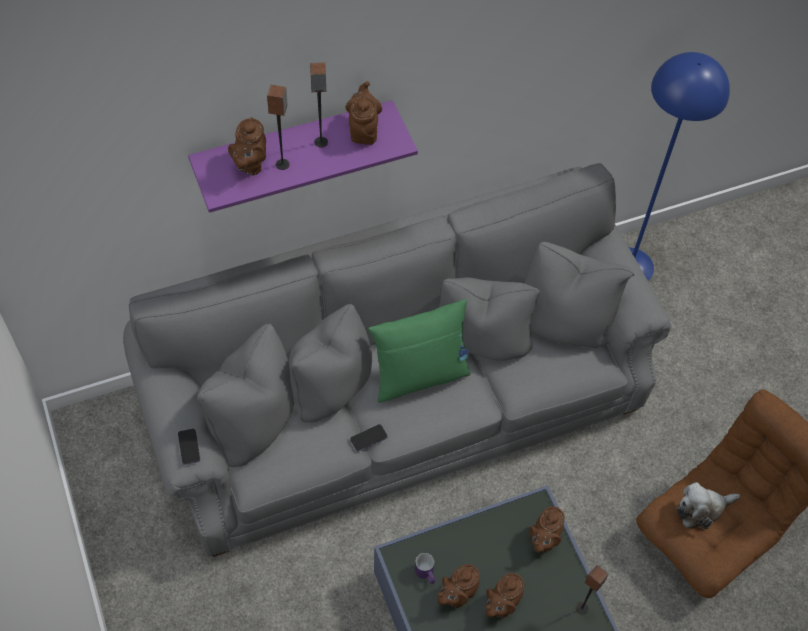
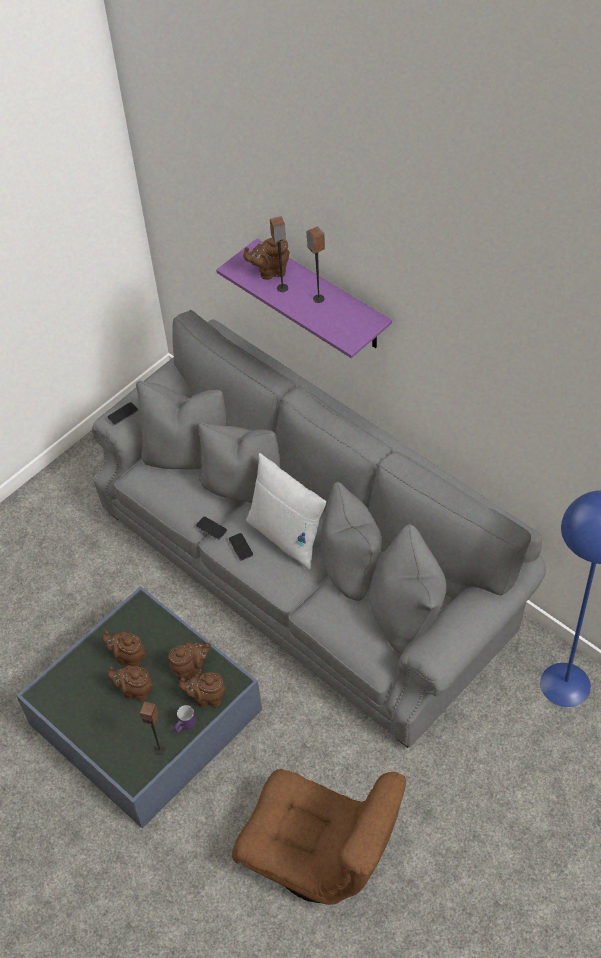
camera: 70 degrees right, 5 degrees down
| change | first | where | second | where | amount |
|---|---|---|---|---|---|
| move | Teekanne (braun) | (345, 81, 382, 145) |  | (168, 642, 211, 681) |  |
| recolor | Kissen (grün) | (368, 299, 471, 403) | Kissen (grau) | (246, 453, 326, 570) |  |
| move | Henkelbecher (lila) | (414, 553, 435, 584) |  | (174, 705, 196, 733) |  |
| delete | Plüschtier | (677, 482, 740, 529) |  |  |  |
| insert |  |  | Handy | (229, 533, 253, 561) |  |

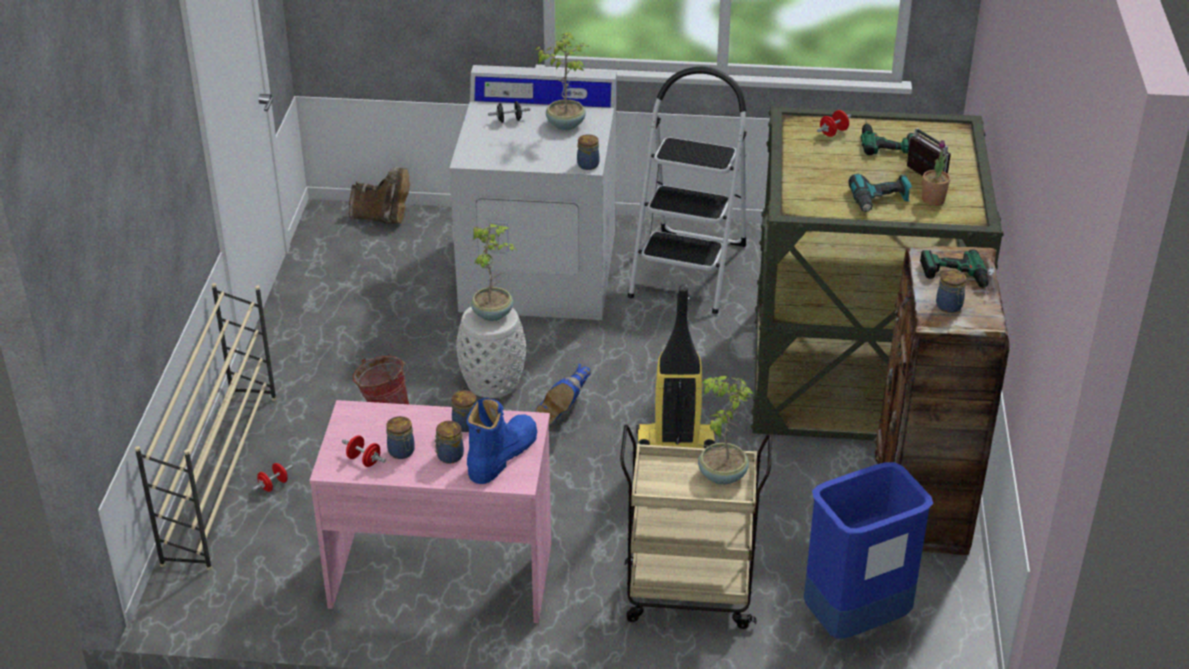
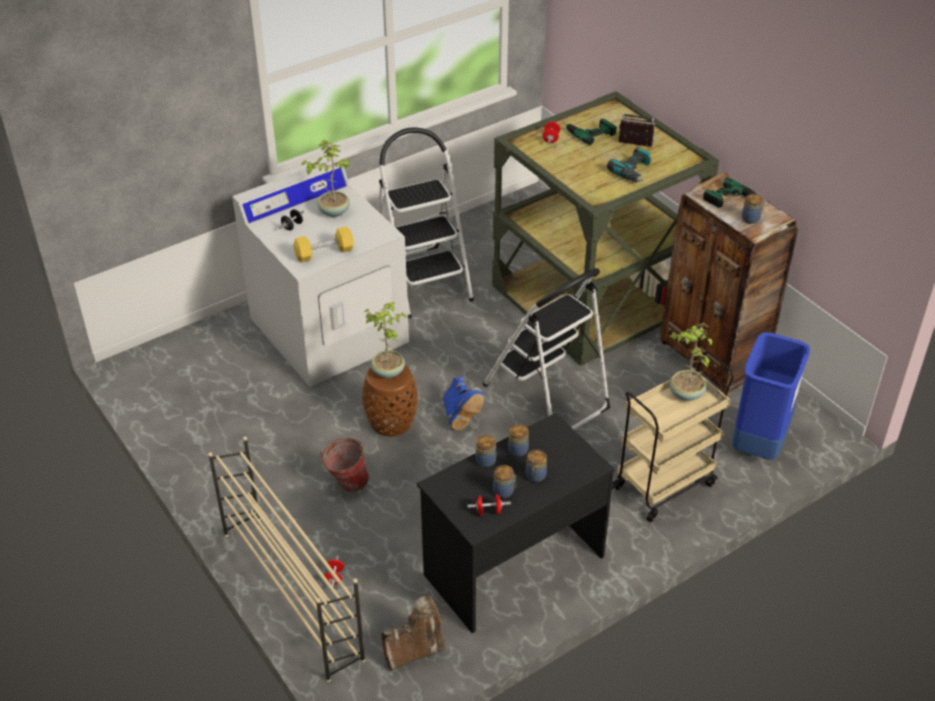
camera: 40 degrees left, 5 degrees up
| change | first | where | second | where | amount |
|---|---|---|---|---|---|
| recolor | Schreibtisch (rosa) | (309, 400, 551, 623) | Schreibtisch (schwarz) | (417, 413, 615, 633) |  |
| move | Stiefel (braun) | (349, 167, 410, 224) |  | (382, 594, 445, 671) |  |
| recolor | Hocker (weiß) | (456, 307, 526, 398) | Hocker (braun) | (362, 365, 418, 436) |  |
| delete | Stiefel (blau) | (467, 397, 537, 484) |  |  |  |
| move | Vorratsglas | (577, 134, 599, 170) |  | (475, 434, 497, 467) |  |
| replace | Staubsauger | (636, 285, 715, 448) | Trittleiter | (483, 268, 610, 430) |  |
| delete | Topfpflanze | (922, 140, 950, 206) |  |  |  |
| insert |  |  | Hantel (gelb) | (294, 226, 354, 263) |  |

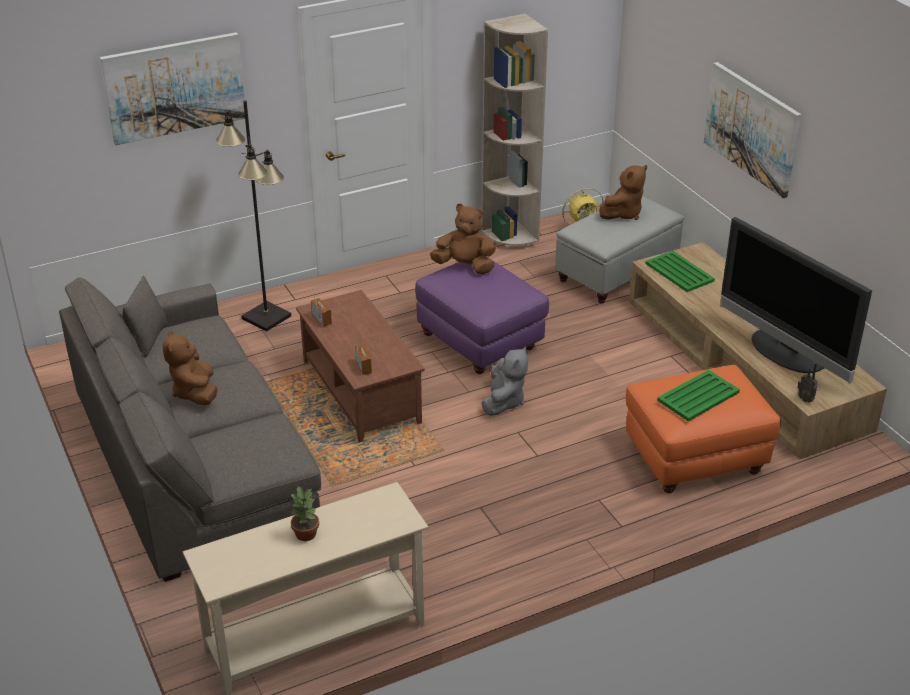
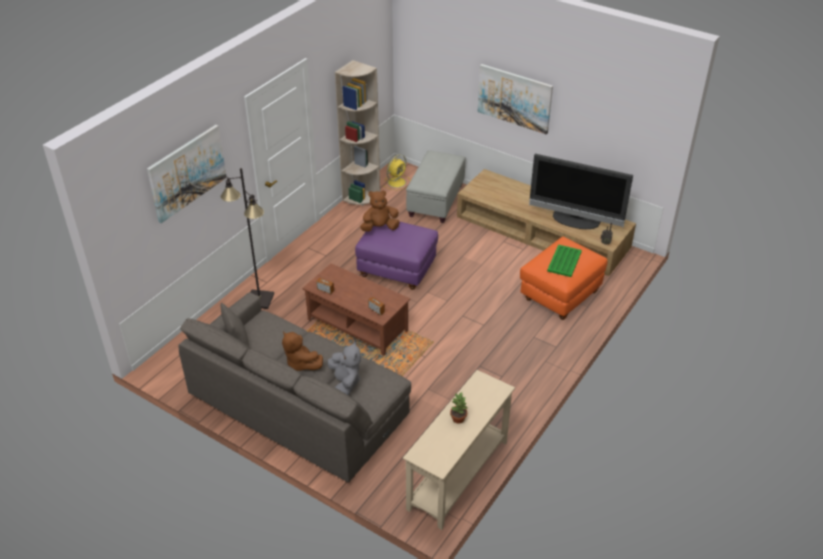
camera: 30 degrees left, 5 degrees up
| change | first | where | second | where | amount |
|---|---|---|---|---|---|
| move | Plüschtier (grau) | (481, 346, 528, 416) |  | (327, 341, 361, 395) |  |
| delete | Plüschtier (braun) | (599, 165, 647, 220) |  |  |  |
| delete | Tablett (grün) | (645, 251, 715, 292) |  |  |  |

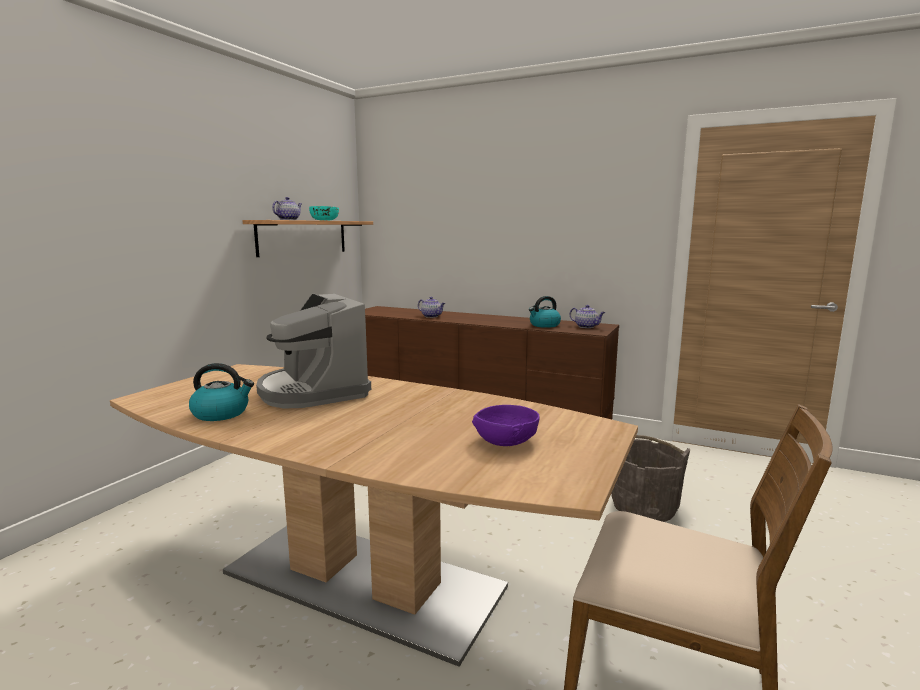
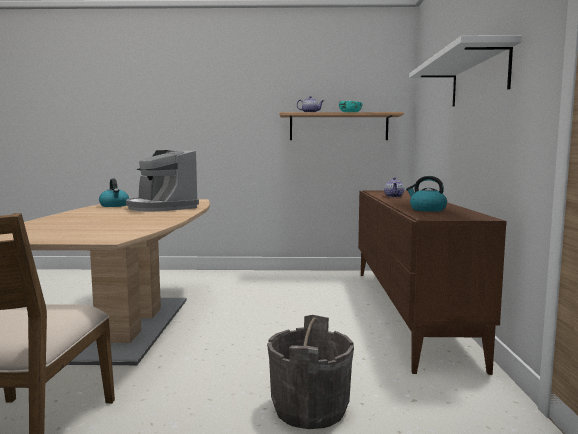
camera: 65 degrees right, 5 degrees down
| change | first | where | second | where | amount |
|---|---|---|---|---|---|
| rotate | Kaffeemaschine | (256, 294, 371, 409) |  | (126, 150, 199, 212) | 75 degrees counterclockwise |
| delete | Schüssel (lila) | (472, 405, 540, 446) |  |  |  |
| delete | Teekanne | (570, 305, 605, 328) |  |  |  |
| insert |  |  | Wandregal (weiß) | (409, 35, 522, 107) |  |

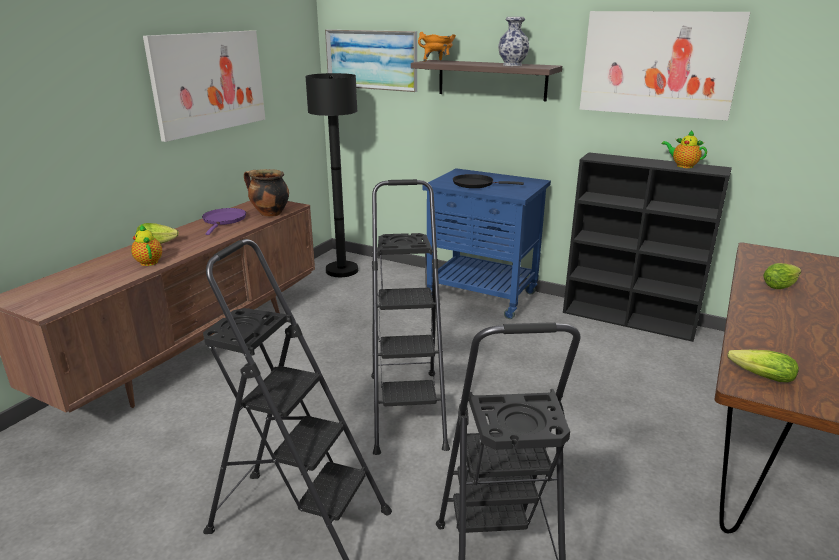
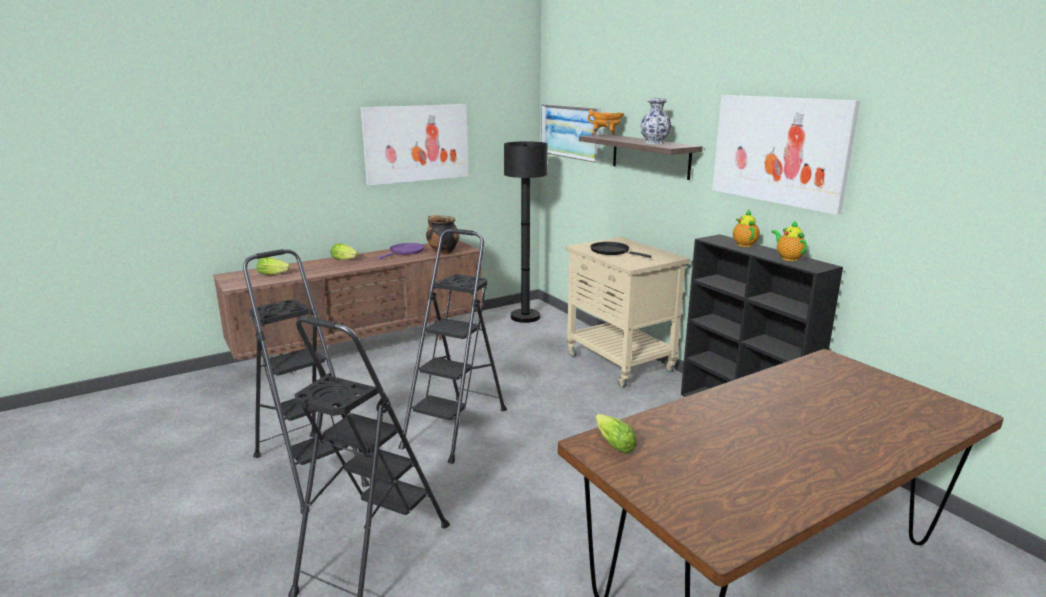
camera: 30 degrees right, 5 degrees down
| change | first | where | second | where | amount |
|---|---|---|---|---|---|
| move | Teekanne | (131, 225, 162, 266) |  | (733, 210, 760, 247) |  |
| recolor | Rollwagen (blau) | (422, 168, 551, 319) | Rollwagen (beige) | (565, 237, 690, 387) |  |
| move | Salatkopf | (763, 263, 801, 289) |  | (257, 257, 290, 275) |  |

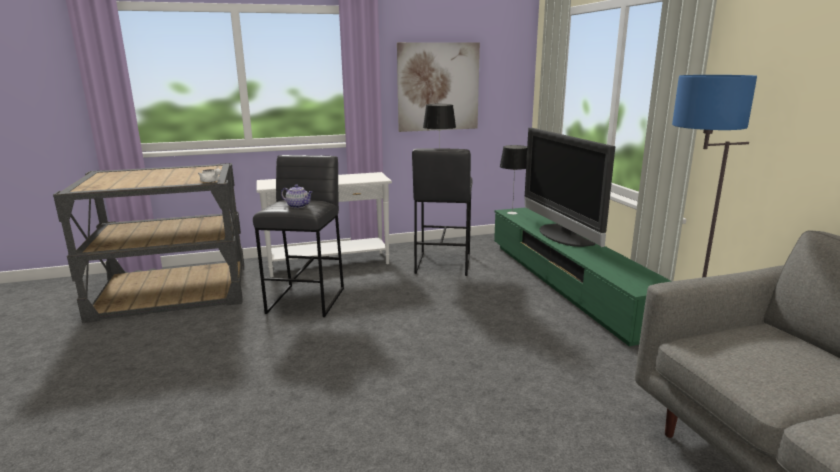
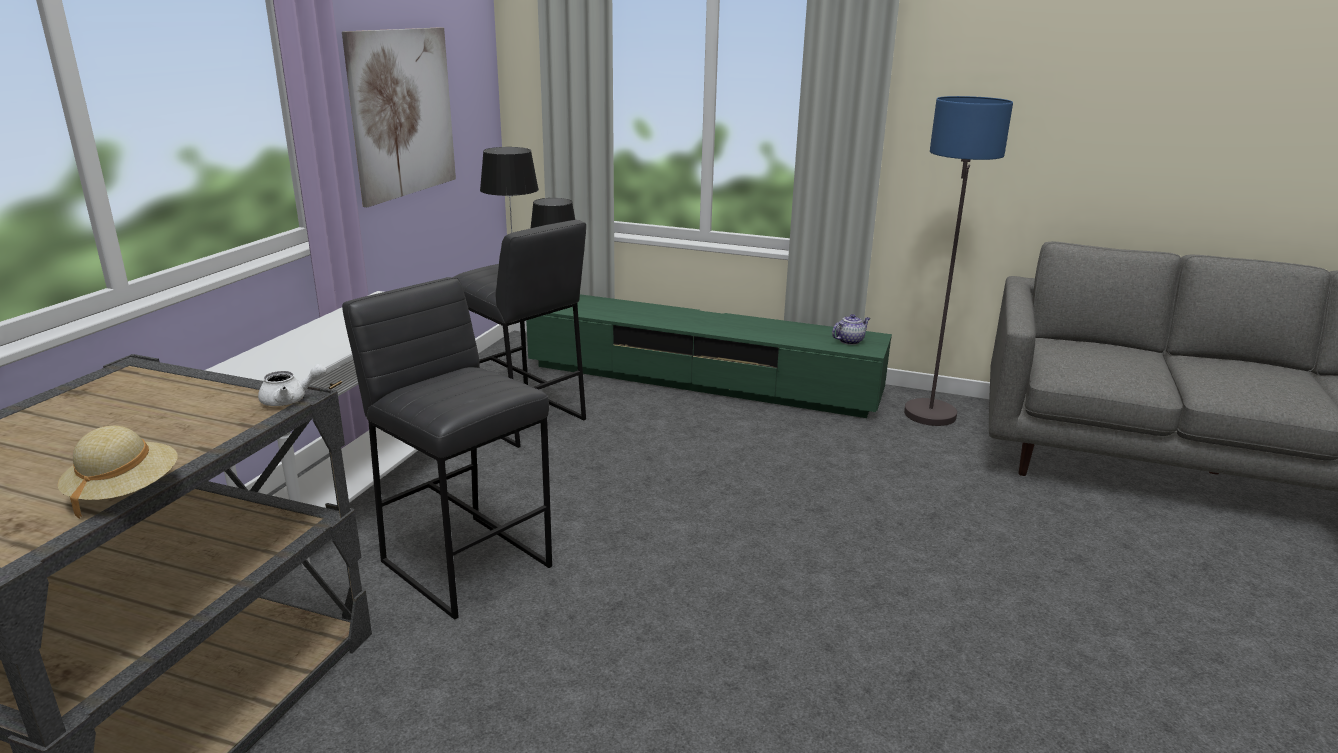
camera: 55 degrees left, 5 degrees up
| change | first | where | second | where | amount |
|---|---|---|---|---|---|
| move | Teekanne | (281, 184, 313, 208) |  | (832, 314, 870, 345) |  |
| delete | Fernseher | (525, 128, 615, 247) |  |  |  |
| insert |  |  | Hut (beige) | (57, 426, 178, 519) |  |

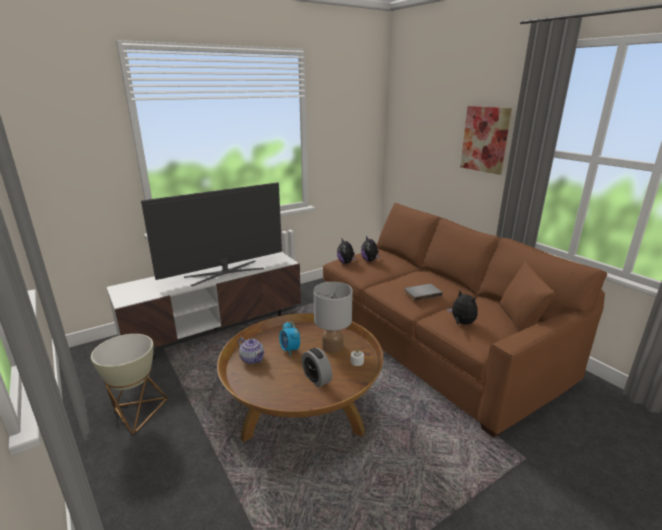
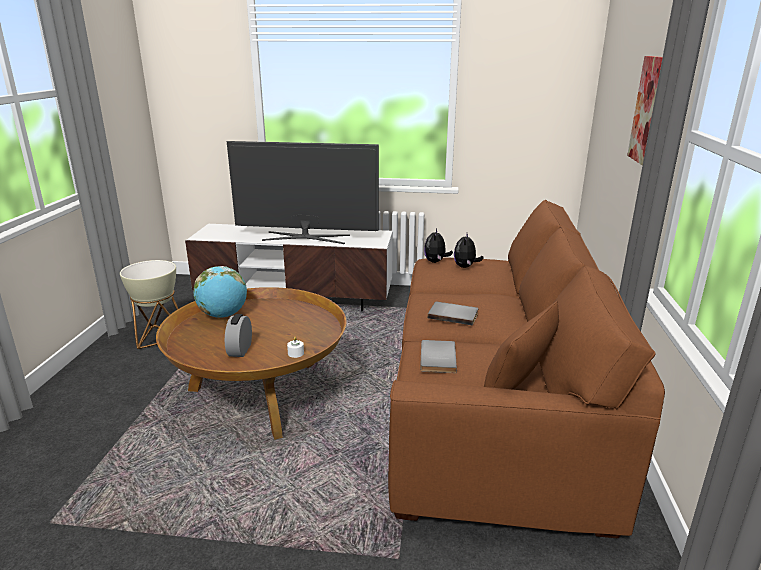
camera: 40 degrees right, 0 degrees up
| change | first | where | second | where | amount |
|---|---|---|---|---|---|
| replace | Teekanne | (238, 337, 265, 364) | Globus | (193, 266, 247, 318) |  |
| delete | Wecker | (279, 322, 300, 356) |  |  |  |
| delete | Tischlampe (grau) | (314, 282, 353, 353) |  |  |  |
| replace | Plüschtier | (447, 291, 478, 325) | Buch (grau) | (420, 340, 457, 373) |  |

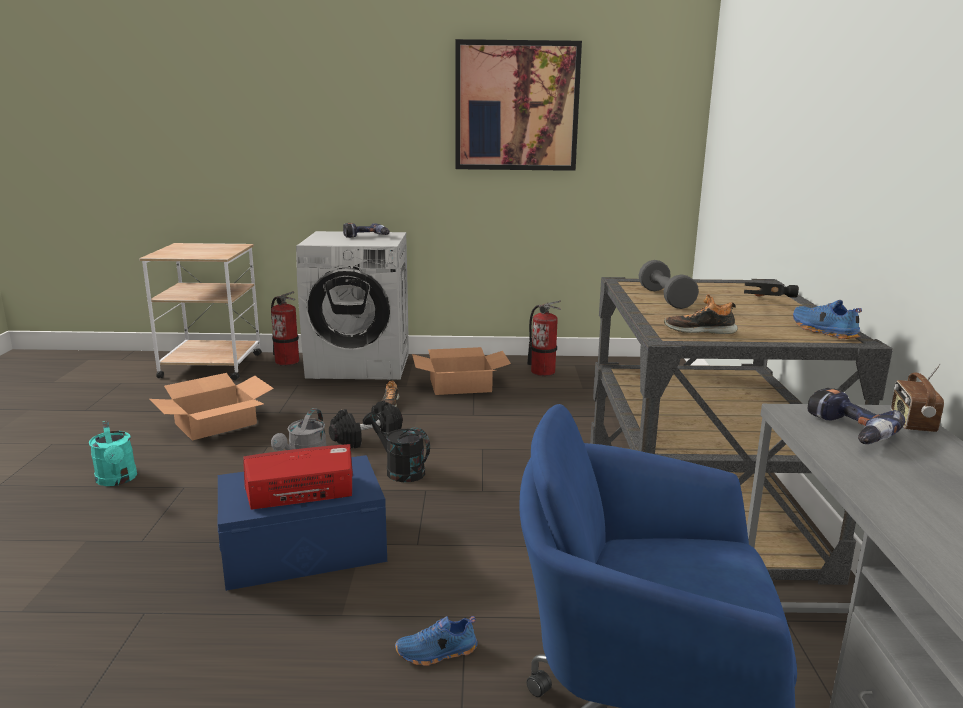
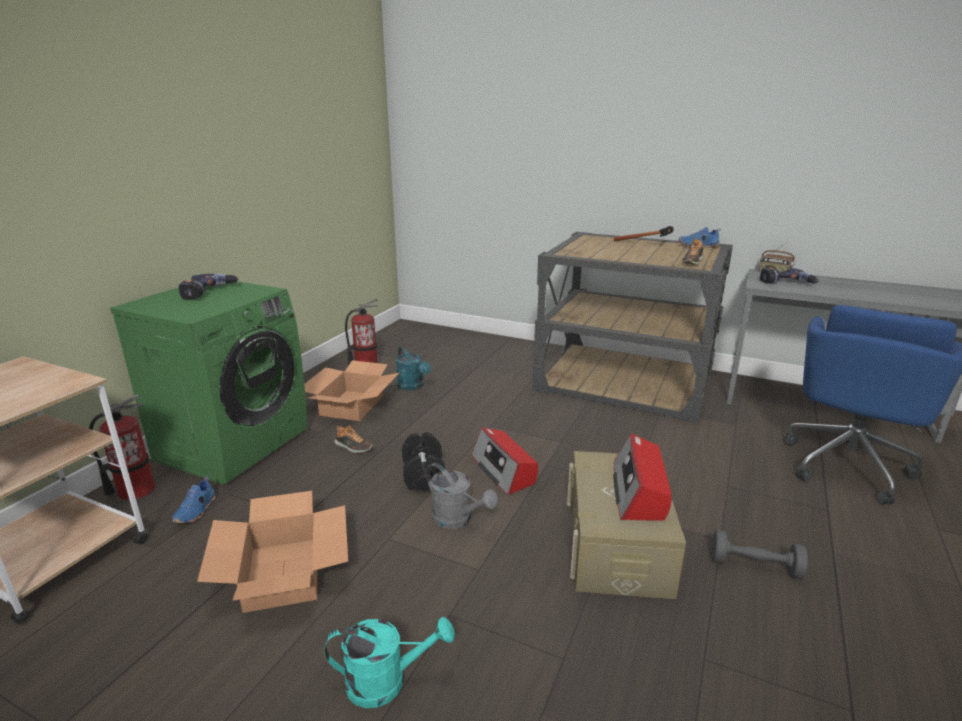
camera: 65 degrees left, 5 degrees up
| change | first | where | second | where | amount |
|---|---|---|---|---|---|
| recolor | Aufbewahrungsbox (blau) | (218, 455, 387, 591) | Aufbewahrungsbox (beige) | (567, 451, 686, 599) |  |
| recolor | Waschmaschine (weiß) | (296, 231, 409, 380) | Waschmaschine (grün) | (110, 281, 307, 485) |  |
| replace | Gießkanne (schwarz) | (363, 412, 430, 482) | Radio | (471, 428, 538, 495) |  |
| move | Schuh (blau) | (395, 616, 478, 666) |  | (172, 476, 216, 523) |  |
| delete | Bild | (455, 39, 582, 171) |  |  |  |
| move | Hantel (grau) | (639, 260, 699, 309) |  | (712, 529, 808, 579) |  |
| insert |  |  | Gießkanne (türkis) | (396, 347, 431, 391) |  |

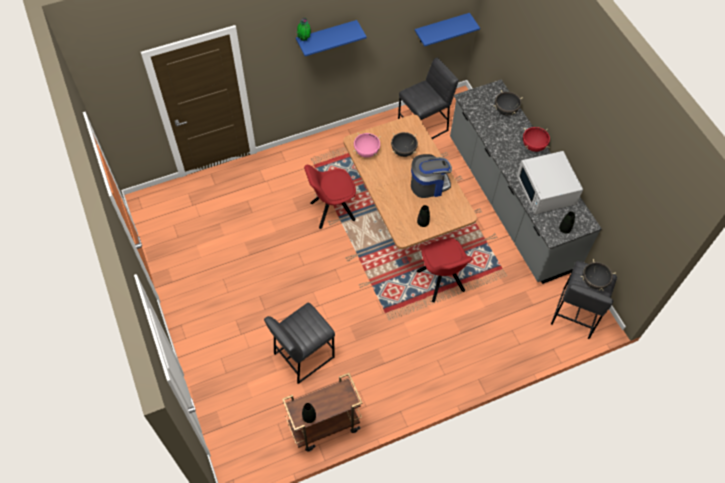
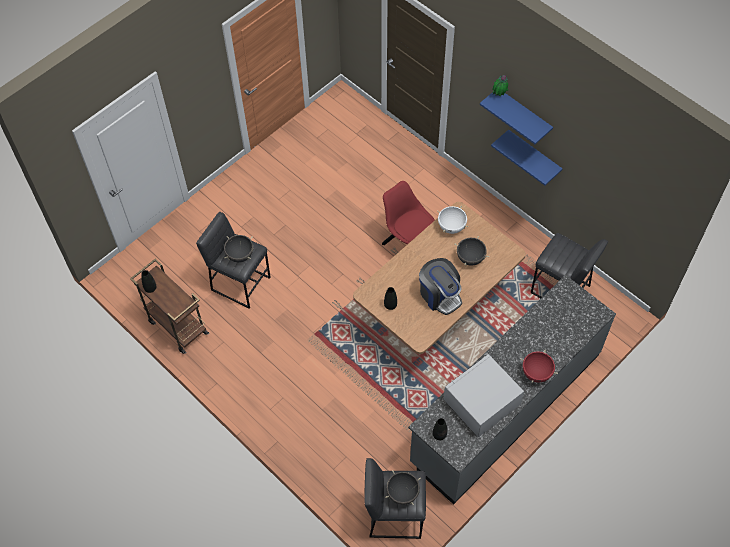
camera: 70 degrees right, 0 degrees up
| change | first | where | second | where | amount |
|---|---|---|---|---|---|
| recolor | Kochtopf (rosa) | (353, 133, 381, 158) | Kochtopf (weiß) | (437, 206, 469, 234) |  |
| move | Wandregal (blau) | (415, 13, 480, 47) |  | (491, 130, 563, 186) |  |
| delete | Stuhl (rot) | (417, 238, 472, 302) |  |  |  |
| move | Kochtopf (schwarz) | (495, 90, 523, 115) |  | (224, 235, 253, 262) |  |

